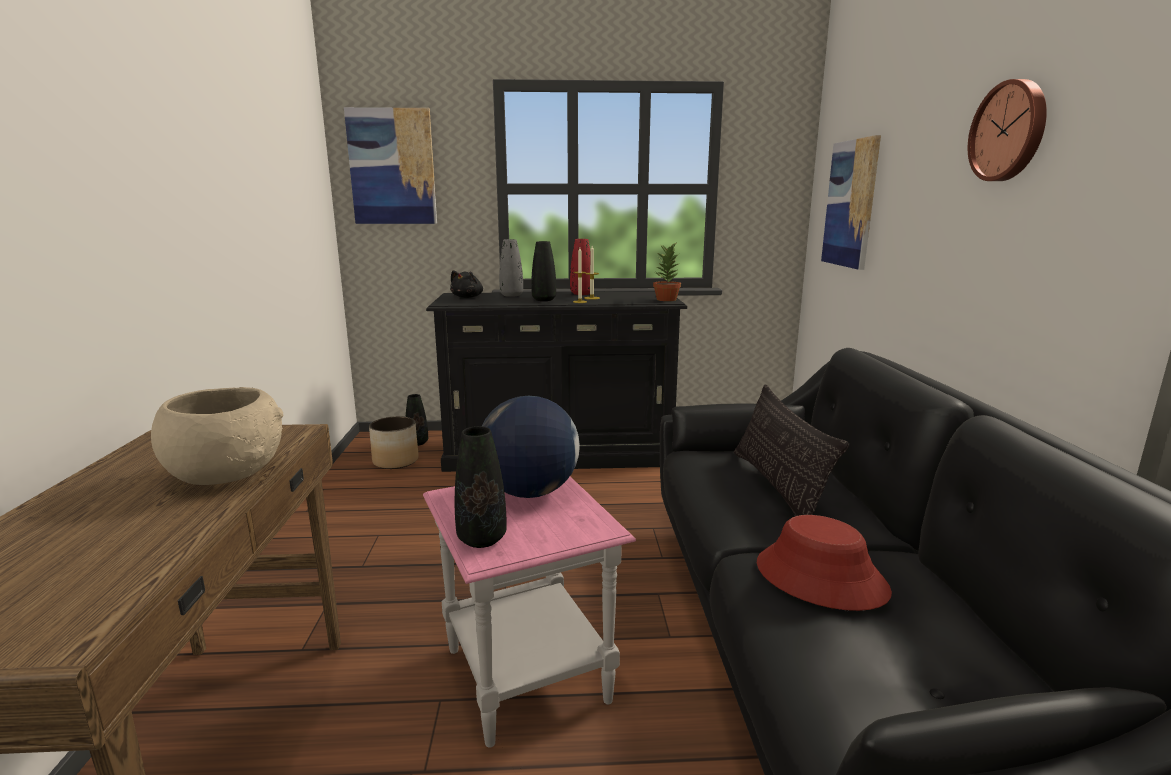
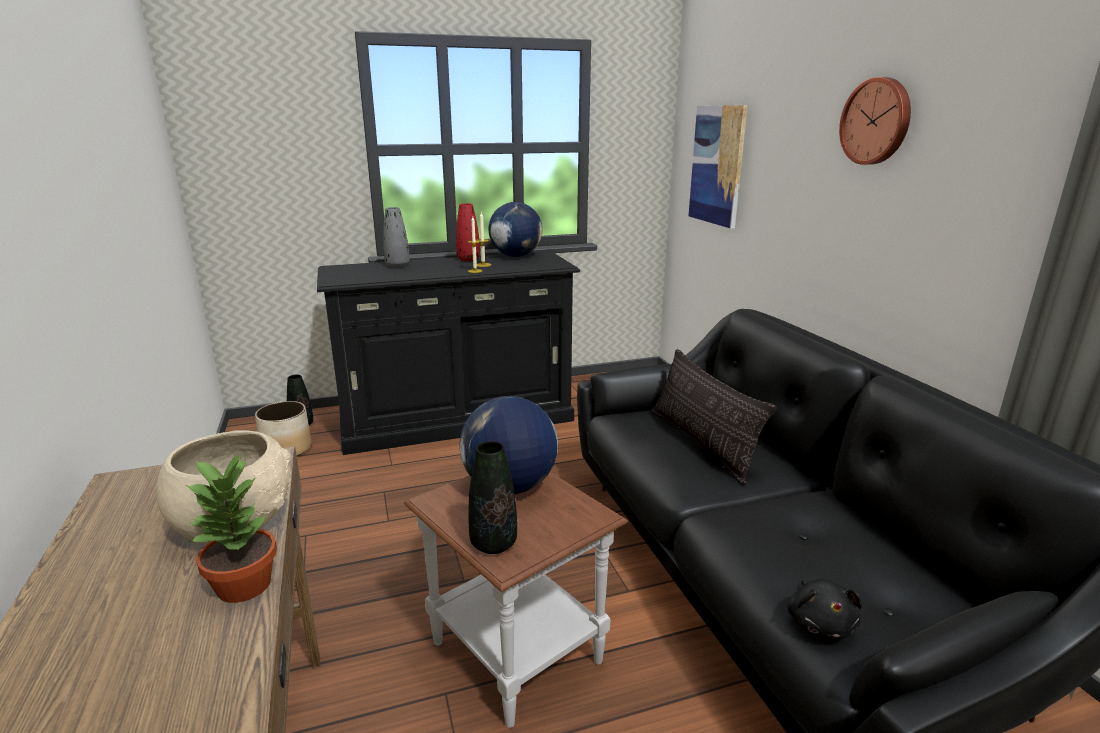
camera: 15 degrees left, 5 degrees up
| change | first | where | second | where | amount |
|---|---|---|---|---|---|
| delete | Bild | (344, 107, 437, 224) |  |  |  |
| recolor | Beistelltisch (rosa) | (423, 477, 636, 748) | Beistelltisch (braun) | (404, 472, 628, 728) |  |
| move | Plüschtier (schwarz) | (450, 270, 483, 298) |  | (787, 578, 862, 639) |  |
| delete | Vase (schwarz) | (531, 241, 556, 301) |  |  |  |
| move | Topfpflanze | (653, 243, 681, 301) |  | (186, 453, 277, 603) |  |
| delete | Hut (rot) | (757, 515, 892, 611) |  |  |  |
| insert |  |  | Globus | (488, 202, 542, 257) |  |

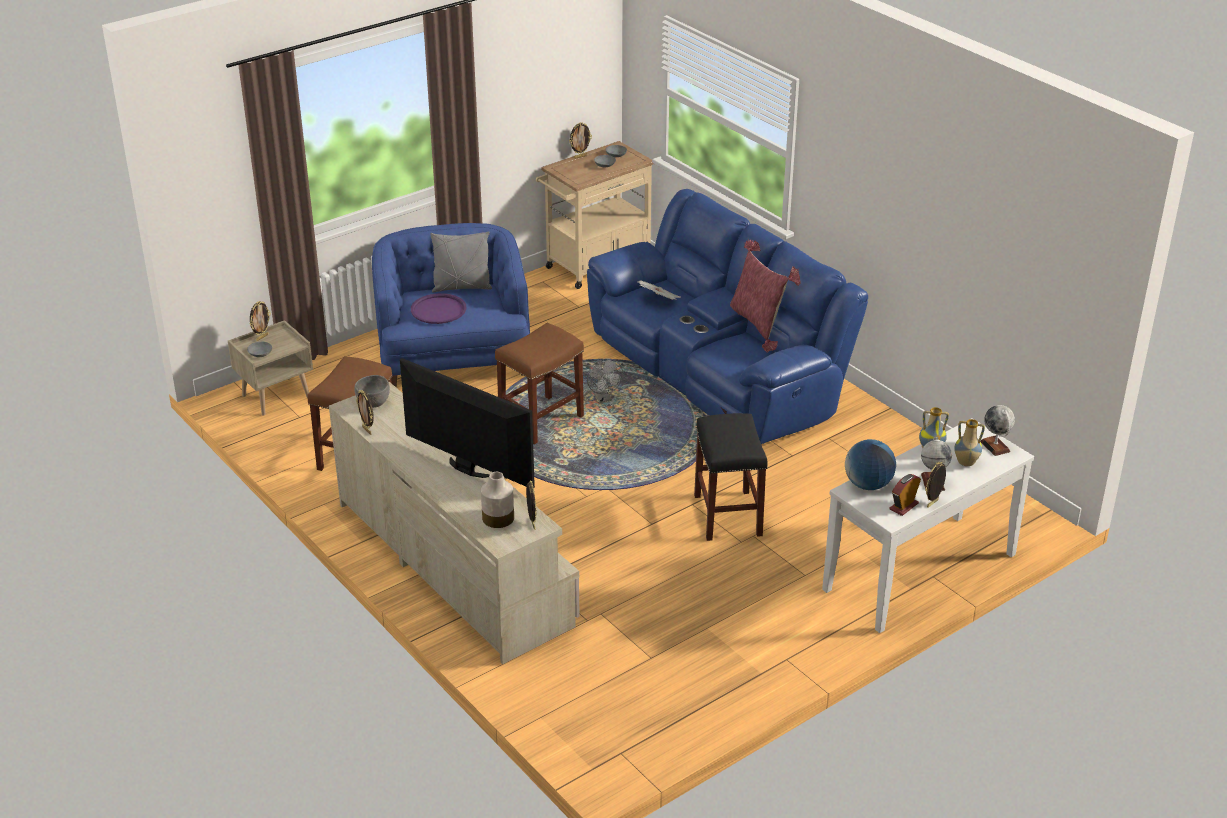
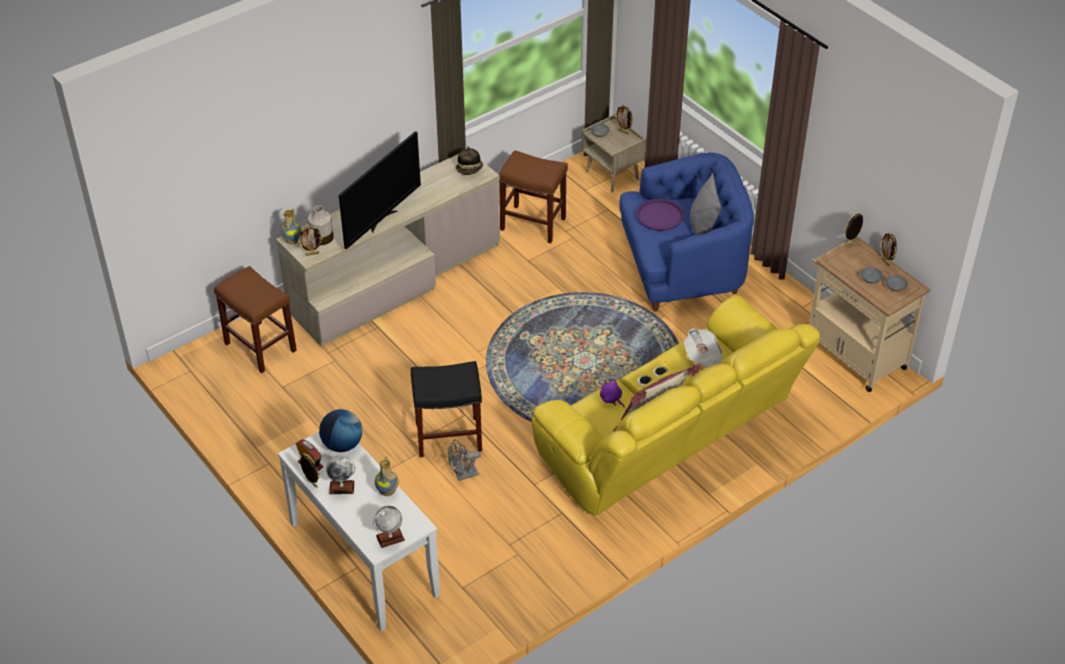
camera: 90 degrees right, 10 degrees up
| change | first | where | second | where | amount |
|---|---|---|---|---|---|
| replace | Schüssel (grau) | (354, 375, 390, 408) | Hut | (456, 146, 483, 175) |  |
| move | Bilderrahmen | (356, 390, 374, 435) |  | (844, 212, 863, 245) |  |
| move | Hocker (braun) | (495, 323, 584, 445) |  | (214, 266, 297, 374) |  |
| recolor | Sofa (blau) | (587, 189, 868, 444) | Sofa (gelb) | (532, 295, 820, 516) |  |
| move | Ventilator (grau) | (587, 358, 623, 403) |  | (448, 440, 481, 481) |  |
| move | Vase | (954, 419, 985, 466) |  | (281, 208, 302, 244) |  |
| insert |  |  | Plüschtier (lila) | (600, 379, 625, 408) |  |

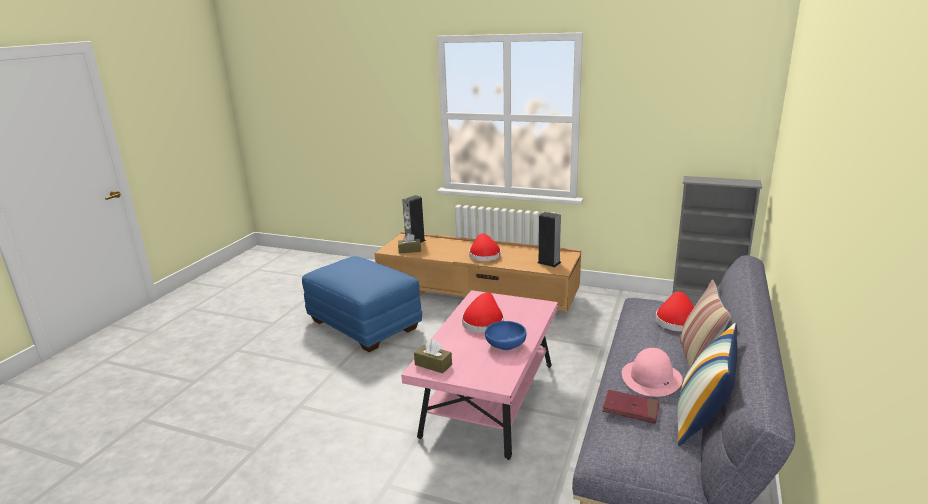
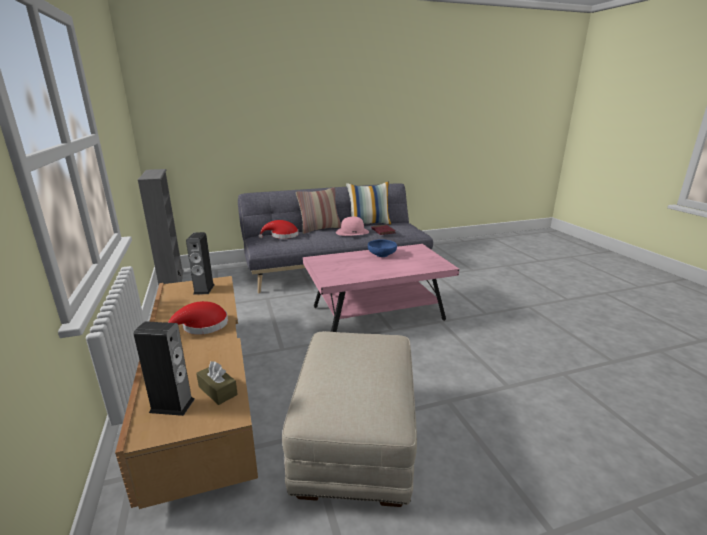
camera: 130 degrees left, 0 degrees up
| change | first | where | second | where | amount |
|---|---|---|---|---|---|
| recolor | Polsterhocker (blau) | (302, 256, 422, 352) | Polsterhocker (beige) | (282, 331, 417, 507) |  |
| delete | Taschentuchbox (braun) | (414, 339, 452, 373) |  |  |  |
| delete | Hut (rot) | (462, 292, 504, 333) |  |  |  |

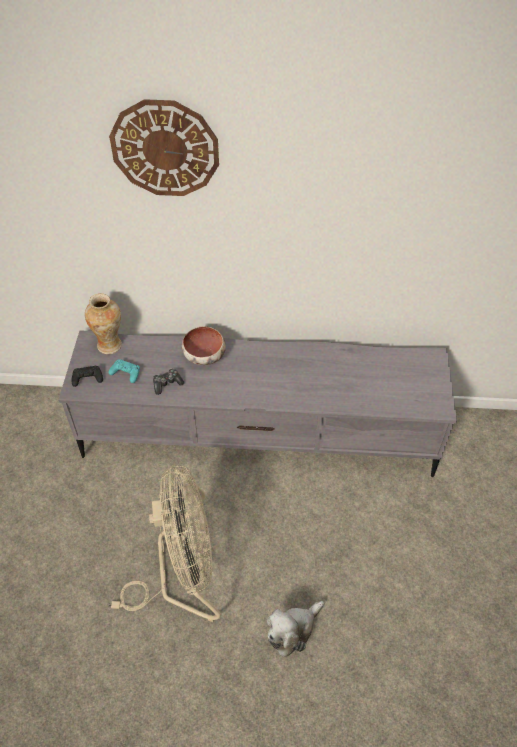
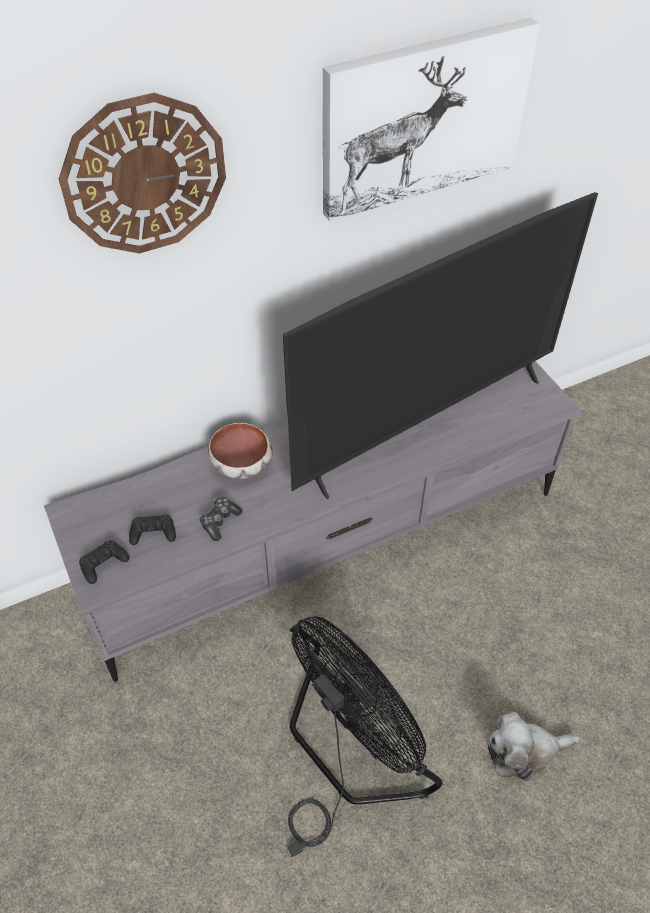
camera: 30 degrees left, 0 degrees up
| change | first | where | second | where | amount |
|---|---|---|---|---|---|
| delete | Vase | (85, 293, 122, 354) |  |  |  |
| recolor | Gamepad (türkis) | (109, 359, 140, 383) | Gamepad (schwarz) | (129, 514, 176, 545) |  |
| recolor | Ventilator (beige) | (109, 464, 221, 622) | Ventilator (schwarz) | (285, 616, 443, 857) |  |
| rotate | Plüschtier | (267, 601, 324, 657) |  | (488, 712, 580, 781) | 60 degrees clockwise |
| insert |  |  | Fernseher | (283, 192, 598, 499) |  |
| insert |  |  | Bild | (323, 18, 540, 221) |  |

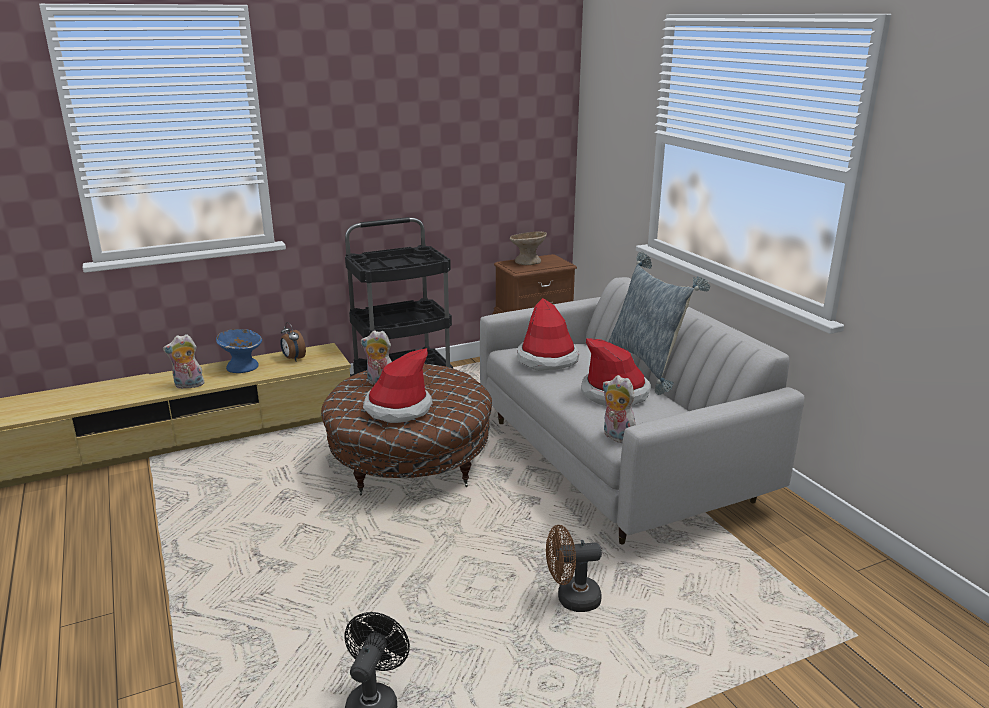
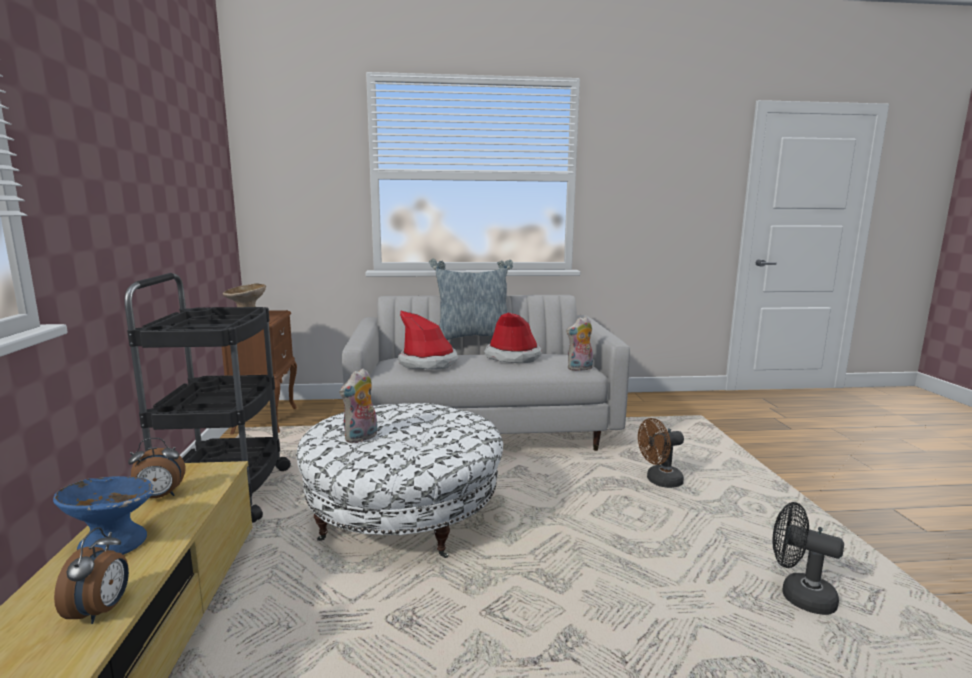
camera: 70 degrees left, 10 degrees down
| change | first | where | second | where | amount |
|---|---|---|---|---|---|
| replace | Plüschtier | (163, 334, 204, 389) | Wecker | (54, 527, 129, 624) |  |
| recolor | Polsterhocker (braun) | (321, 364, 492, 495) | Polsterhocker (weiß) | (296, 403, 503, 558) |  |
| delete | Hut | (363, 348, 433, 423) |  |  |  |
| rotate | Ventilator (braun) | (546, 525, 602, 612) |  | (638, 418, 684, 488) | 60 degrees clockwise |

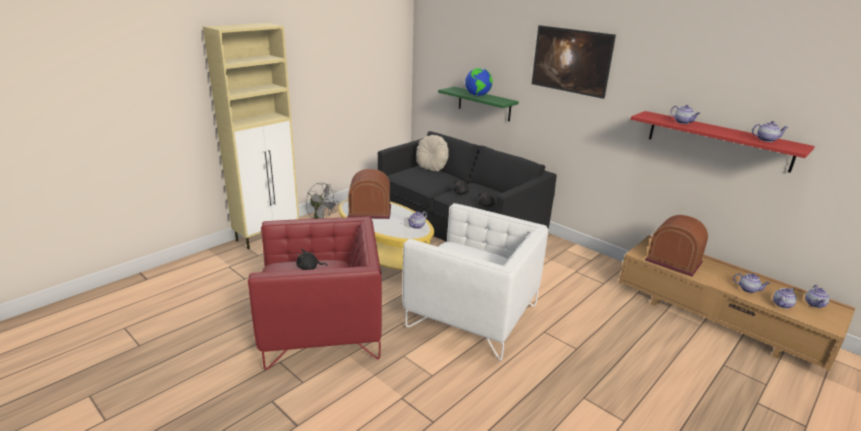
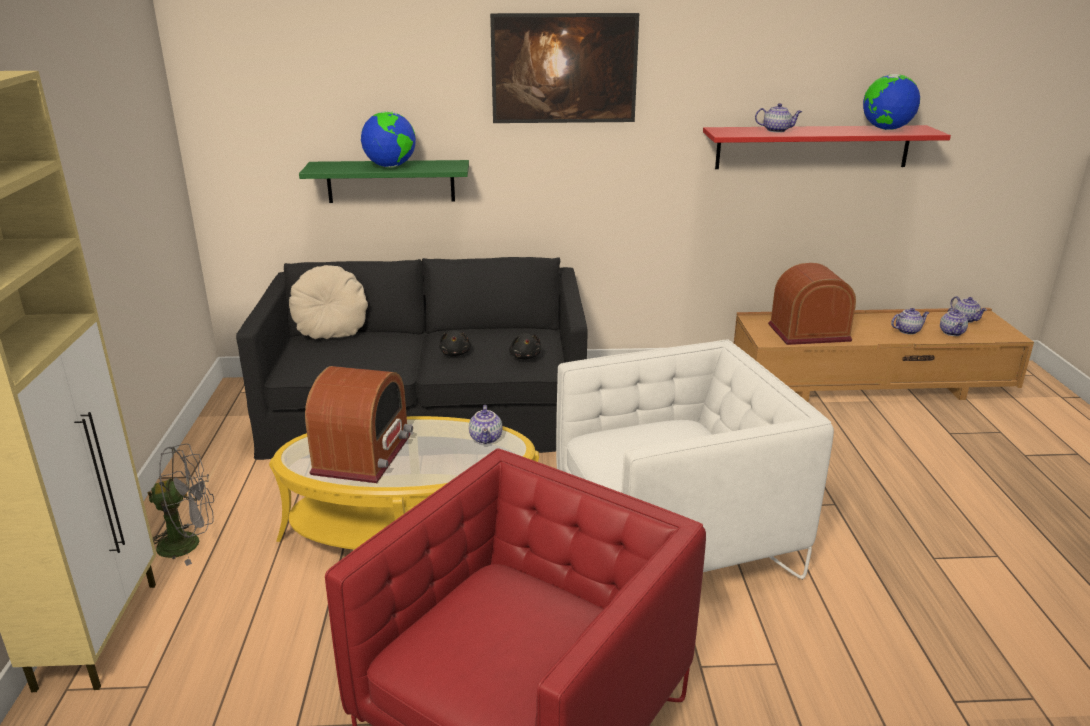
camera: 45 degrees left, 0 degrees up
| change | first | where | second | where | amount |
|---|---|---|---|---|---|
| delete | Plüschtier (schwarz) | (296, 249, 327, 270) |  |  |  |
| rotate | Radio | (348, 169, 391, 219) |  | (305, 366, 413, 483) | 150 degrees clockwise |
| replace | Teekanne | (752, 121, 789, 142) | Globus | (863, 74, 920, 130) |  |

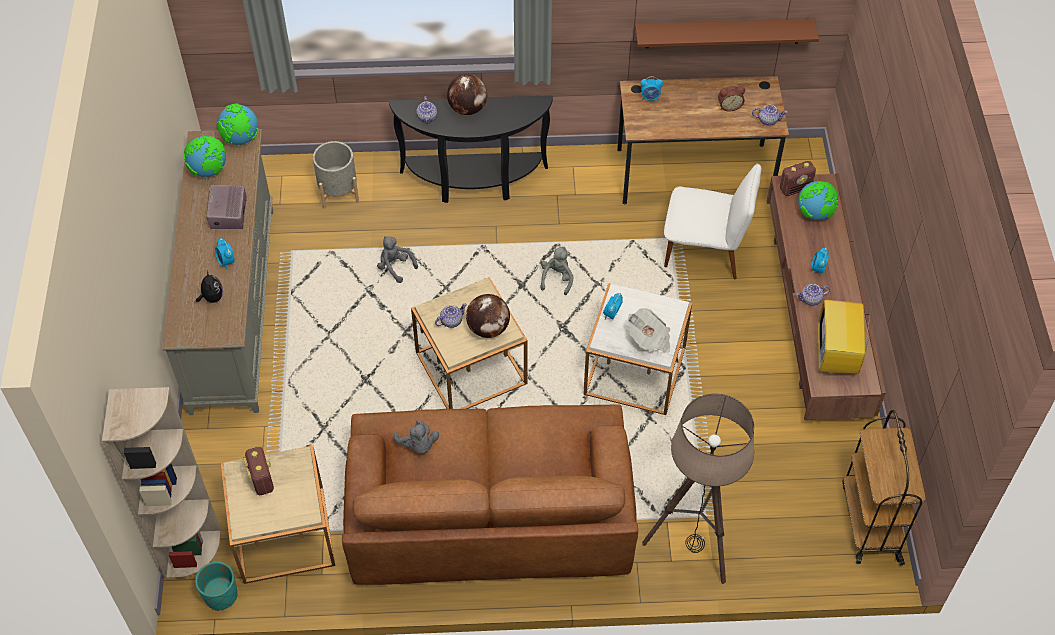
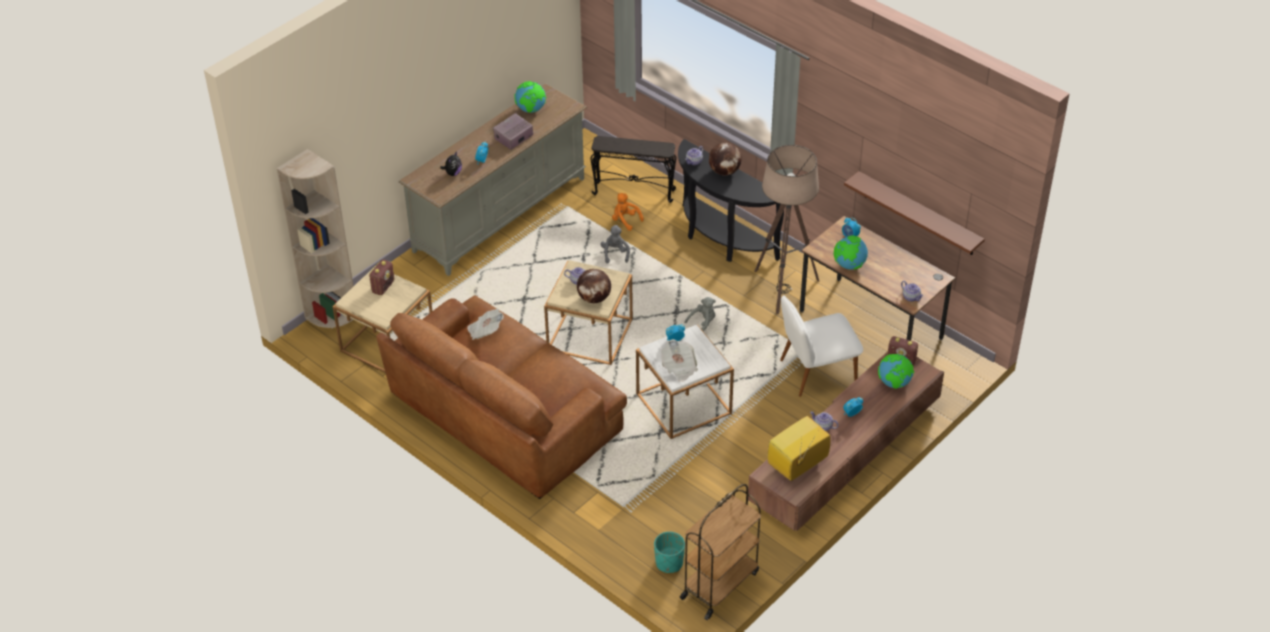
camera: 45 degrees right, 10 degrees down
| change | first | where | second | where | amount |
|---|---|---|---|---|---|
| move | Pflanzkübel (türkis) | (195, 562, 238, 611) |  | (654, 532, 685, 573) |  |
| move | Globus | (217, 103, 258, 145) |  | (834, 236, 868, 270) |  |
| replace | Pflanzkübel (grau) | (313, 141, 359, 209) | Beistelltisch (schwarz) | (590, 136, 677, 203) |  |
| replace | Plüschtier (grau) | (394, 420, 439, 454) | Zeitung | (467, 309, 504, 340) |  |
| move | Stehlampe | (642, 394, 754, 584) |  | (754, 145, 819, 314) |  |
| rotate | Stuhl (weiß) | (664, 163, 761, 279) |  | (780, 295, 863, 397) | 105 degrees clockwise |
| delete | Wecker | (718, 86, 745, 112) |  |  |  |
| insert |  |  | Plüschtier (orange) | (612, 193, 644, 231) |  |

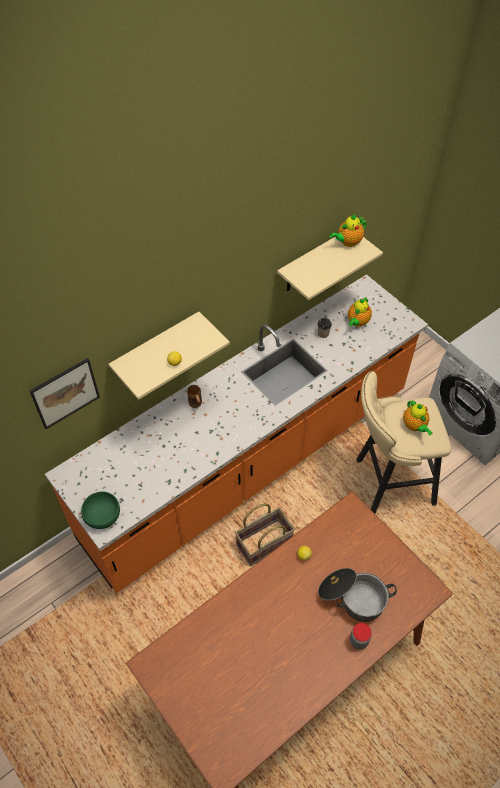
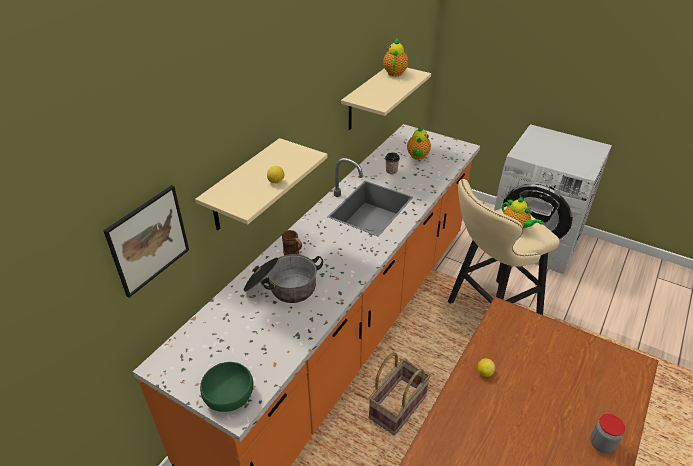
camera: 20 degrees left, 15 degrees down
| change | first | where | second | where | amount |
|---|---|---|---|---|---|
| move | Kochtopf | (318, 568, 397, 622) |  | (243, 254, 323, 303) |  |
| rotate | Teekanne | (329, 214, 367, 247) |  | (383, 38, 408, 77) | 150 degrees clockwise |

